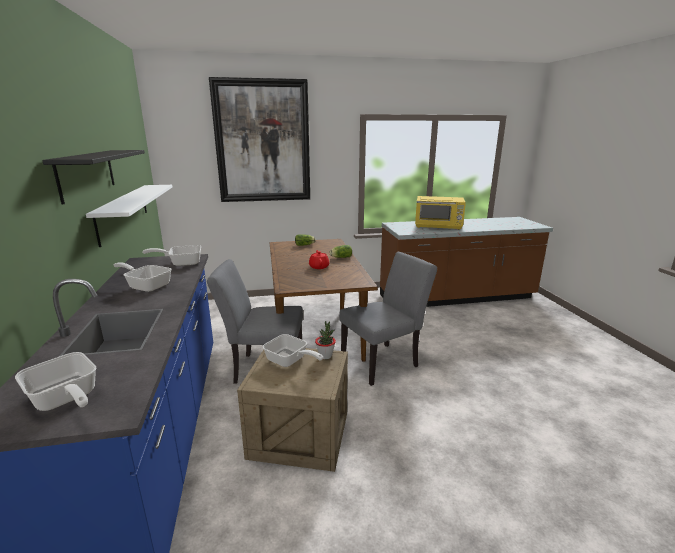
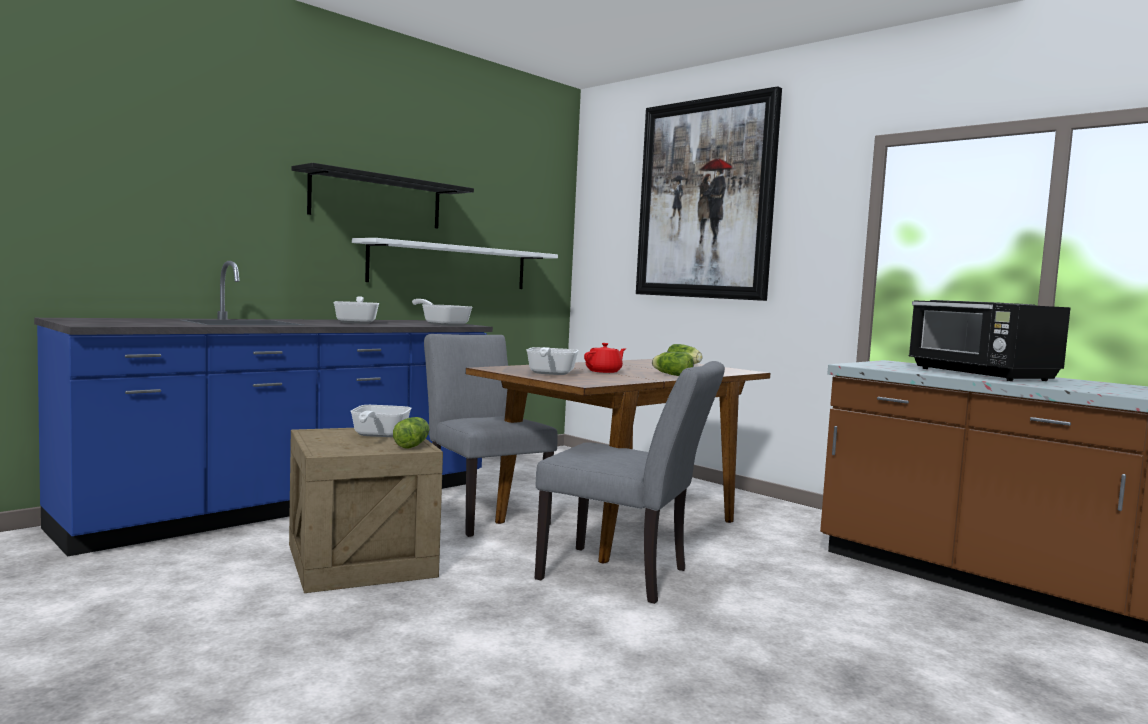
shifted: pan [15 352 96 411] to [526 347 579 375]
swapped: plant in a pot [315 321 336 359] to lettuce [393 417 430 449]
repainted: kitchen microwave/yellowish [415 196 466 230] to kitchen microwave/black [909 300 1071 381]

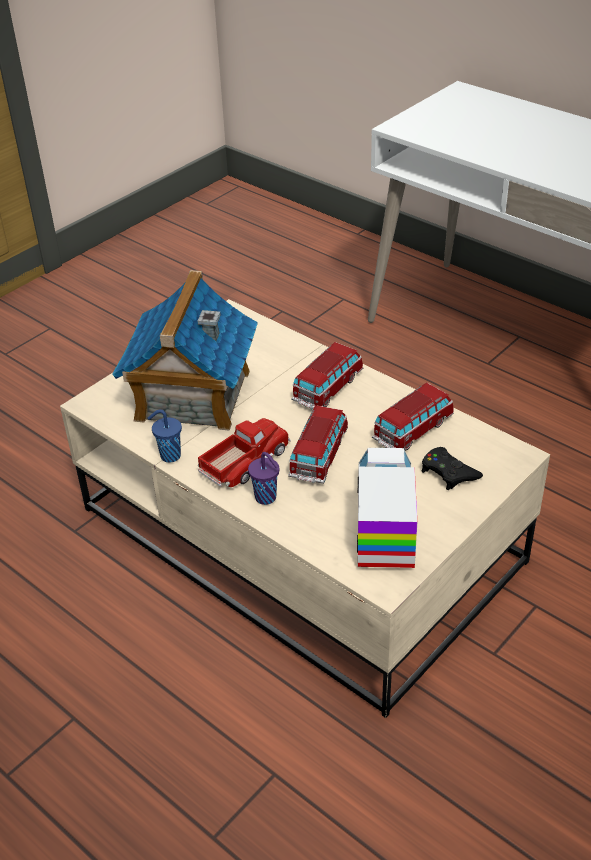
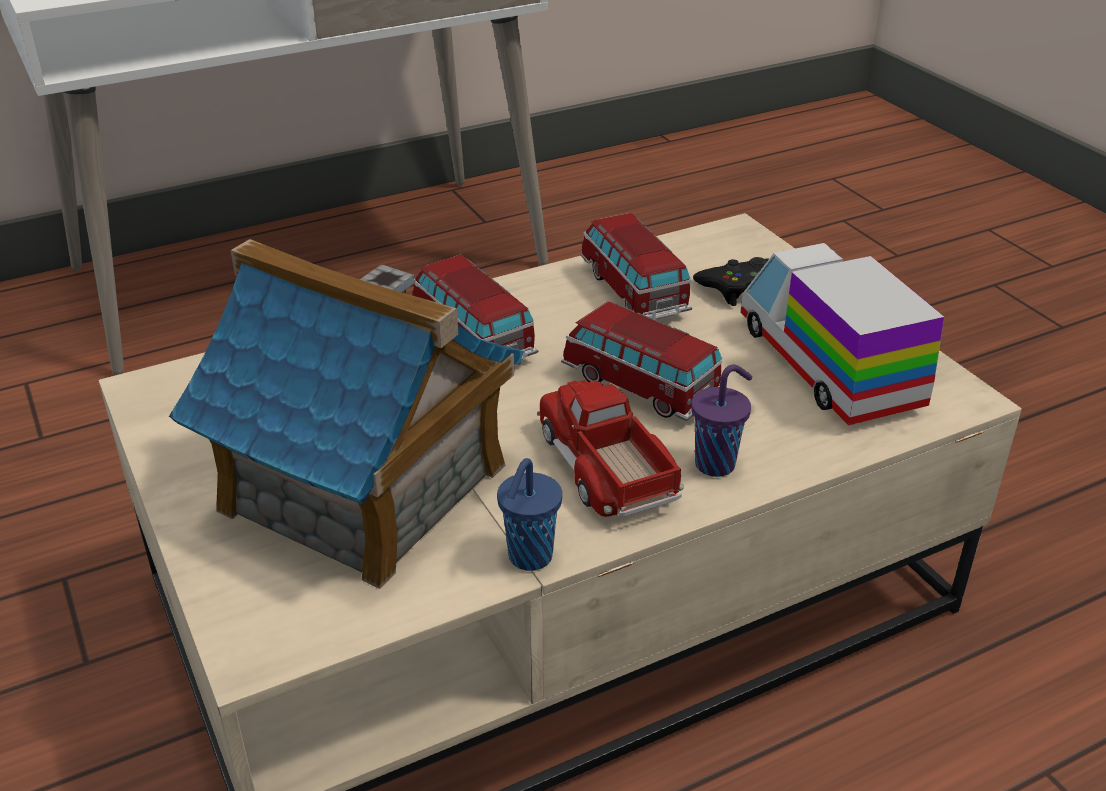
rotated: toy truck [357 448 417 568] = [741 243 944 426] 45 degrees clockwise

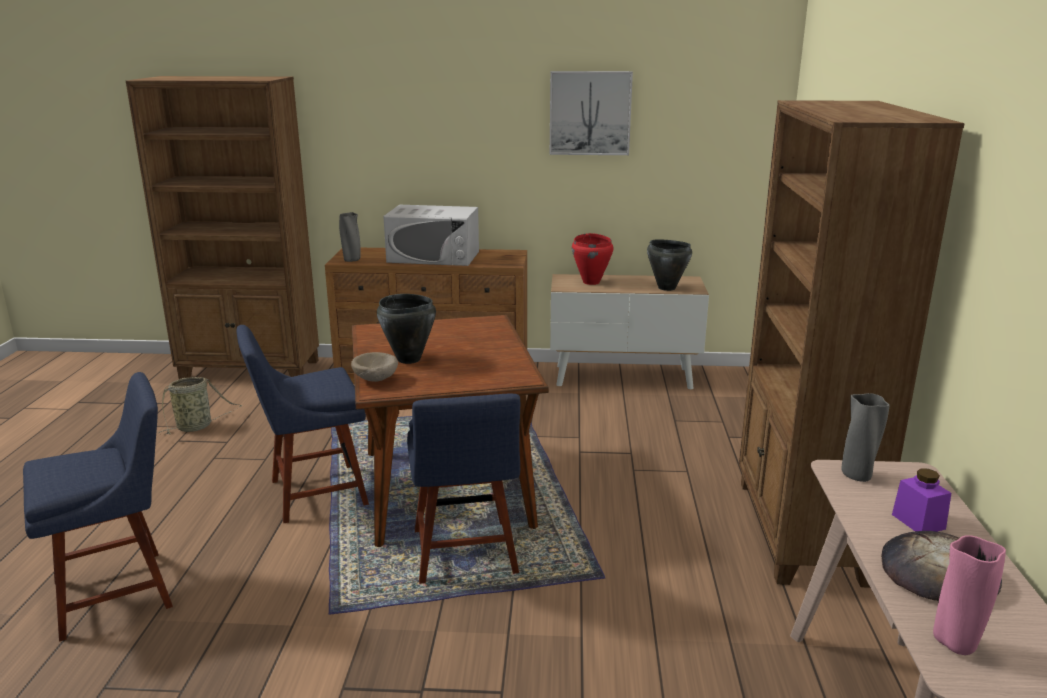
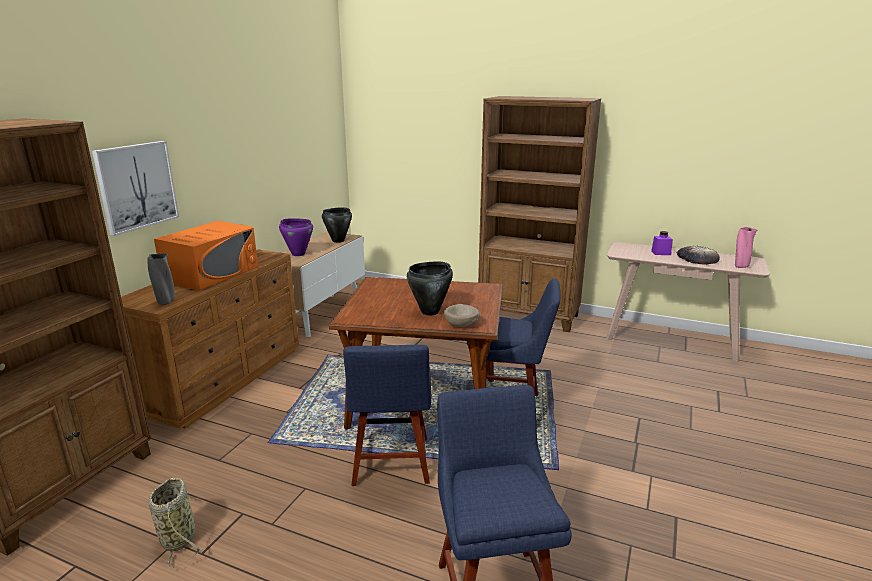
gone: flower vase/gray [841 393 889 482]
shifted: wall art [550 71 633 155] to [92 141 179 236]
repainted: kitchen microwave/whitish [383 205 479 266] to kitchen microwave/orangey [154 221 258 291]; saucepot/red-coloured [572 233 614 285] to saucepot/purple [279 218 313 256]

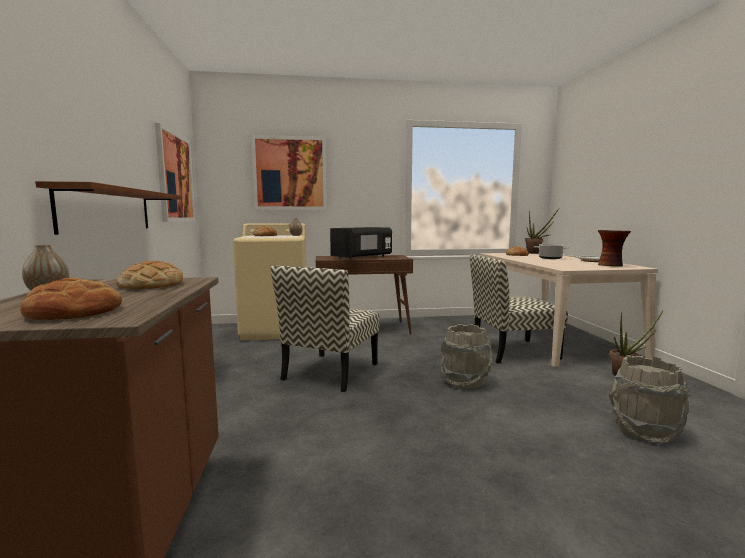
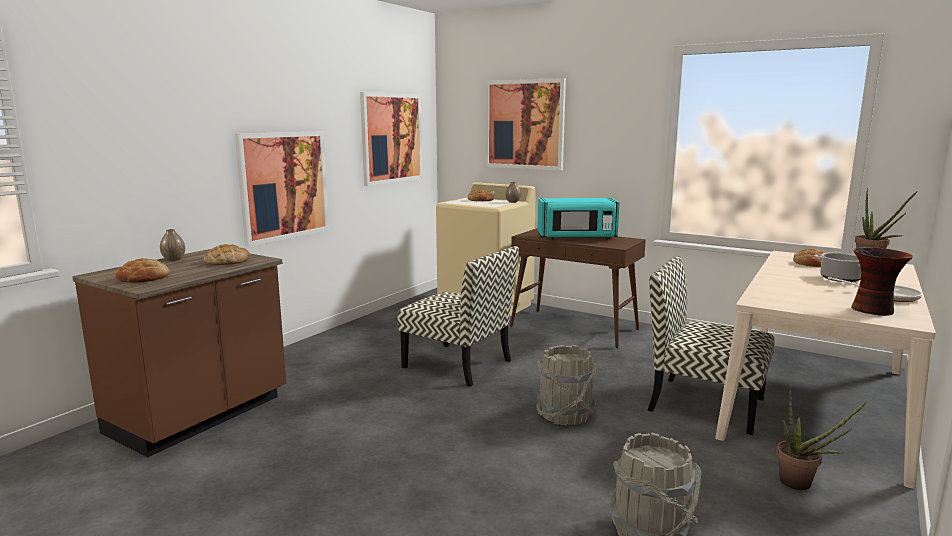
swapped: shelf/brown [35 181 182 235] to wall art [235 131 329 247]
repainted: kitchen microwave/black [330 227 392 260] to kitchen microwave/turquoise [538 198 620 240]
rotated: upright chair [270 266 380 392] = [398 246 519 387] 120 degrees counterclockwise

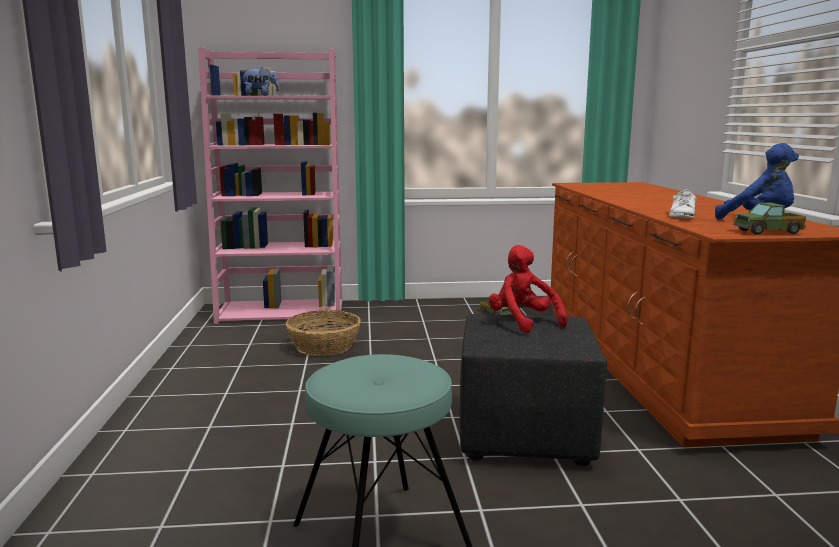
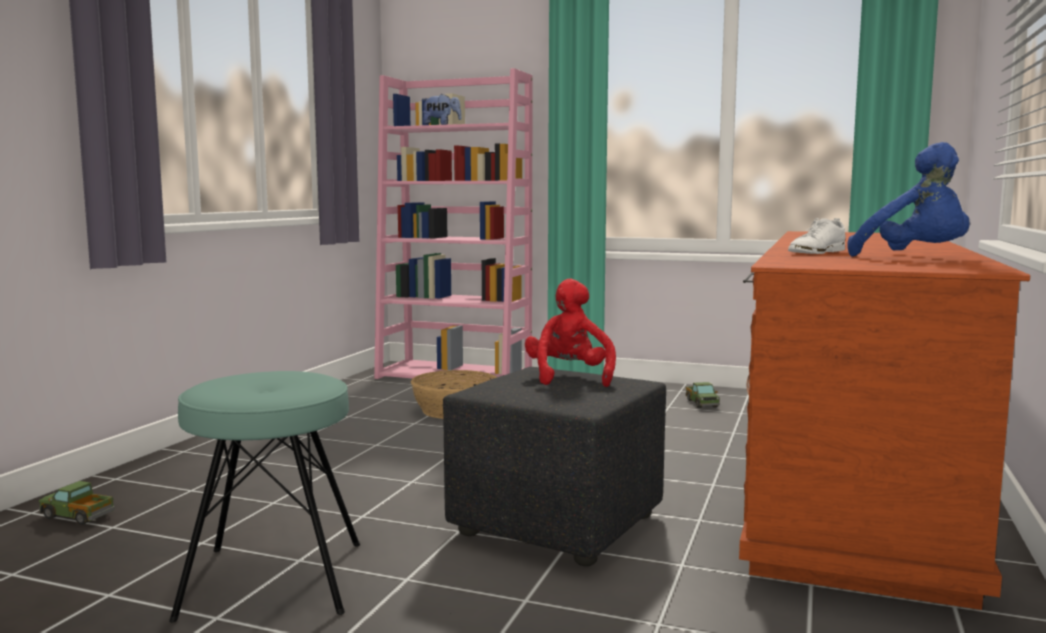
shifted: toy truck [734 203 806 235] to [39 481 115 525]

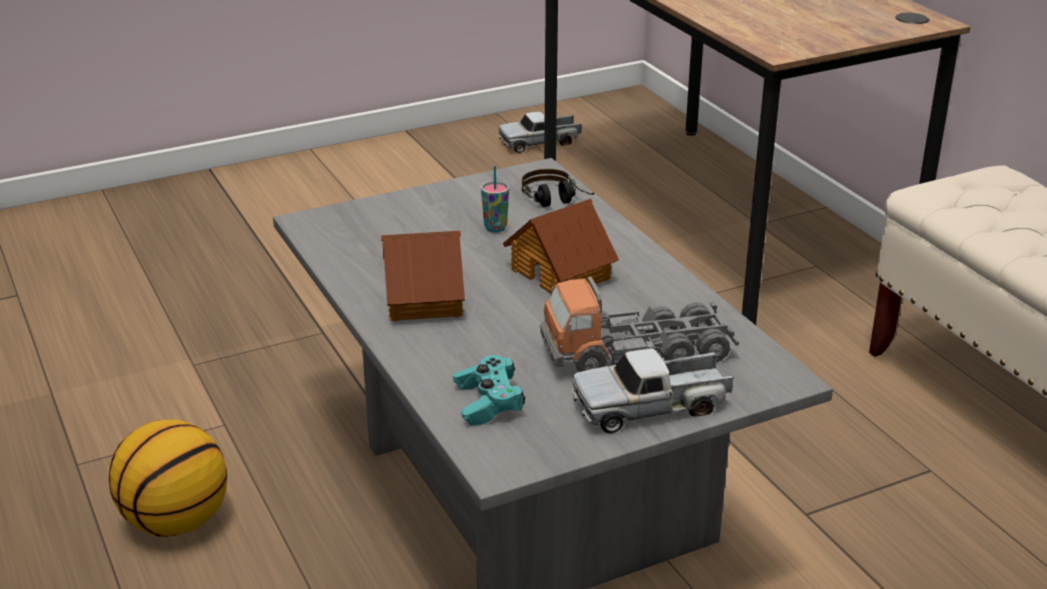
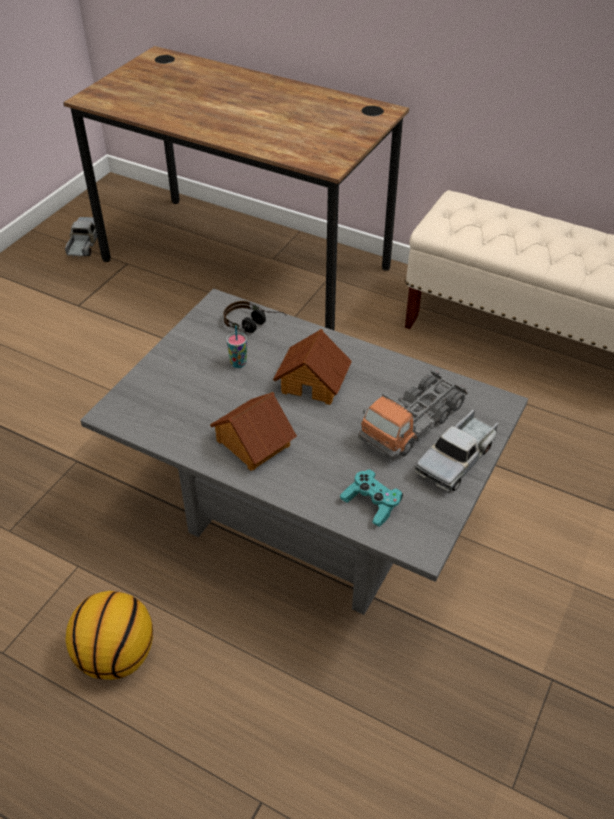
rotated: toy truck [498 112 582 153] = [65 217 97 259] 150 degrees clockwise

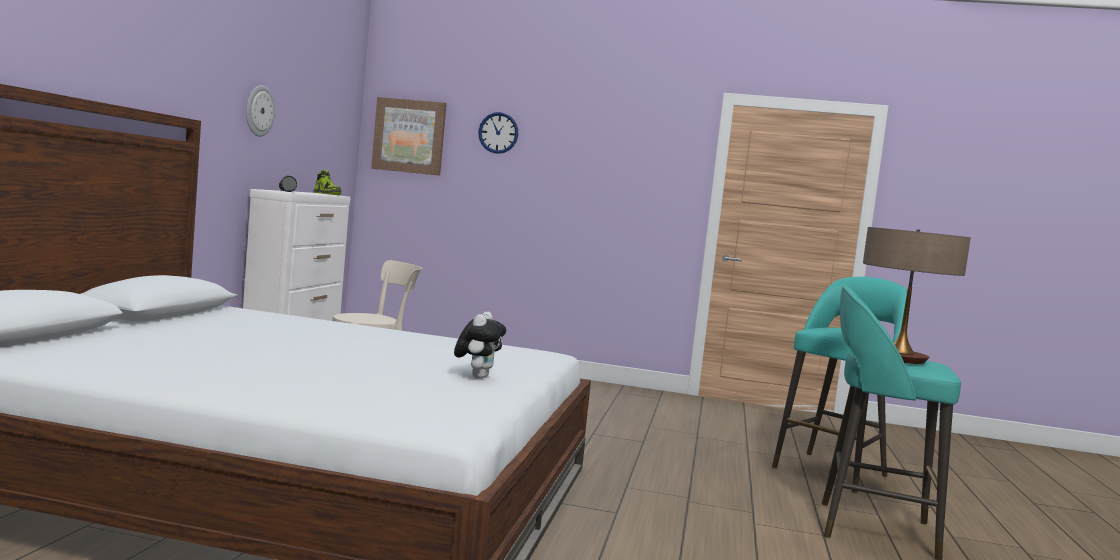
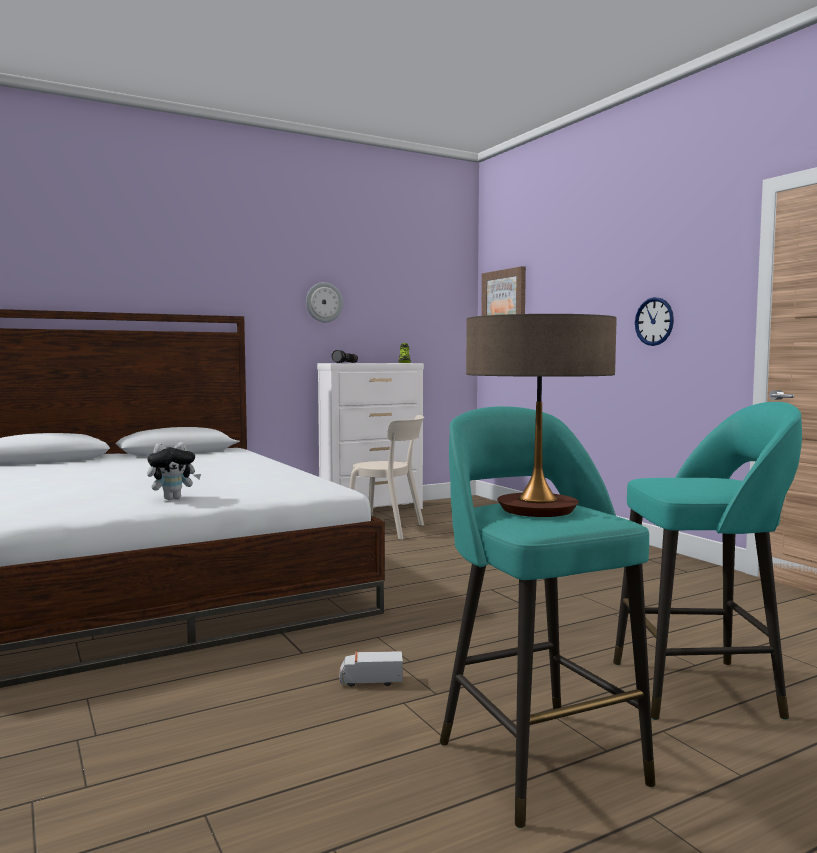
new: toy truck [339 651 403 687]
shifted: clock on the wall [478 112 518 154] to [635 297 674 346]

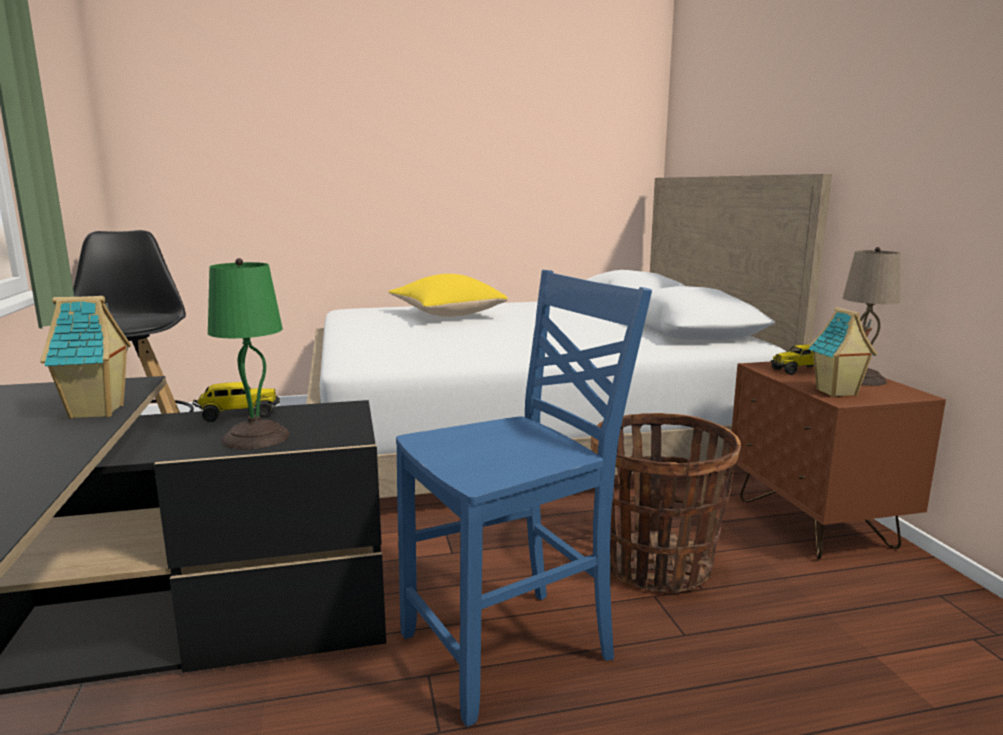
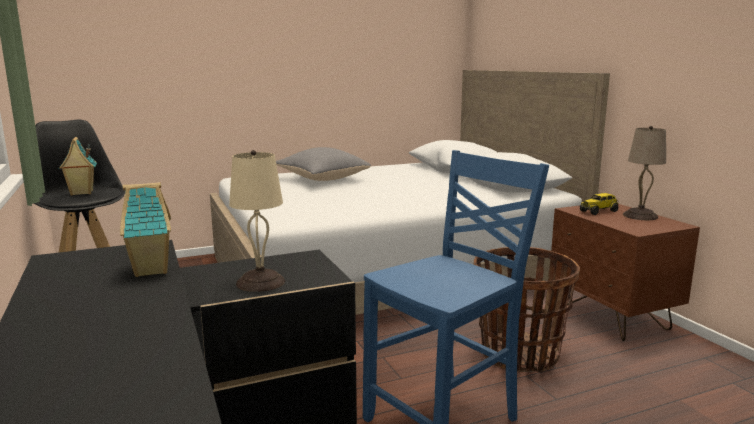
gone: toy truck [192 382 280 422]
shifted: toy house [809 307 877 397] to [59 137 97 196]
repainted: tabletop lamp/green [208 258 290 449] to tabletop lamp/sand-coloured [229 150 285 292]; throw pillow/yellowish [389 274 508 317] to throw pillow/gray [276 147 371 181]

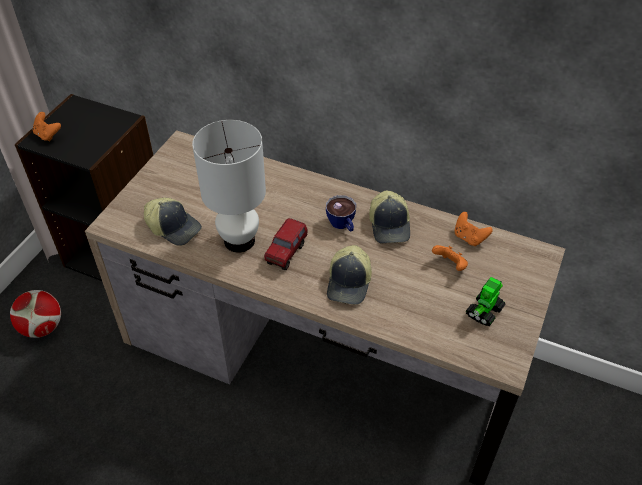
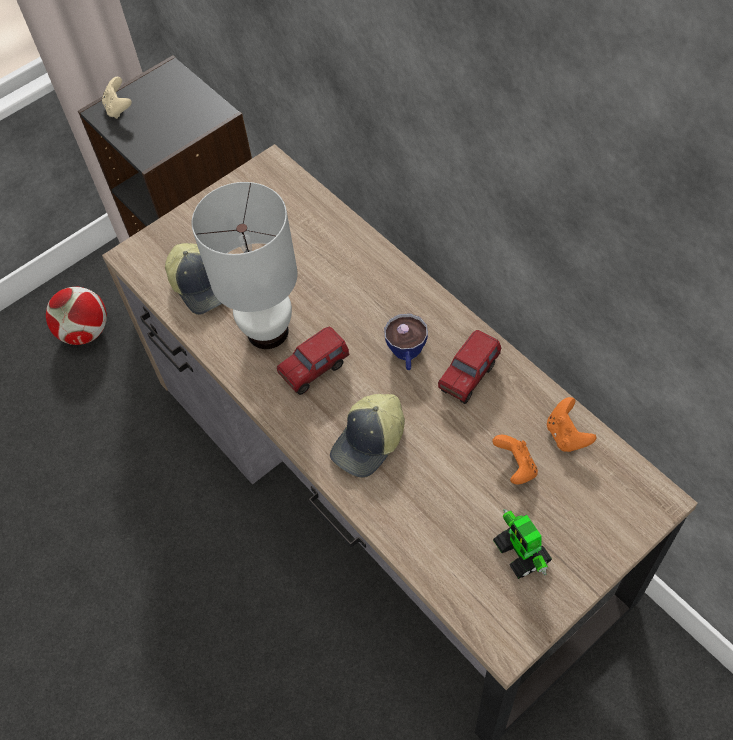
swapped: peaked cap [369 190 410 243] to toy truck [438 330 501 404]
repainted: gamepad/orangey [33 112 61 142] to gamepad/sand-coloured [102 77 132 119]
rotated: robot figure [466 277 506 326] = [493 509 552 579] 90 degrees counterclockwise

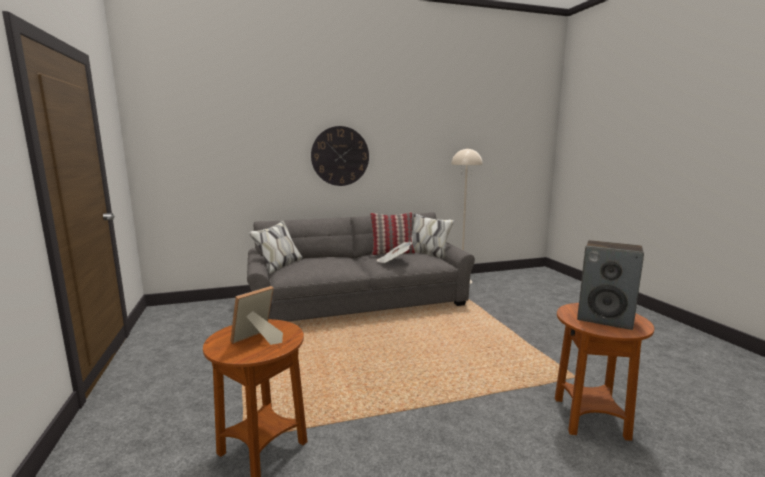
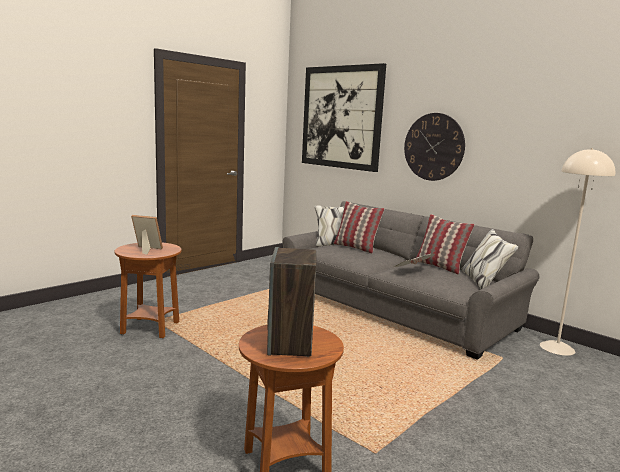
new: wall art [302 63 386 172]; throw pillow [333 201 384 254]

